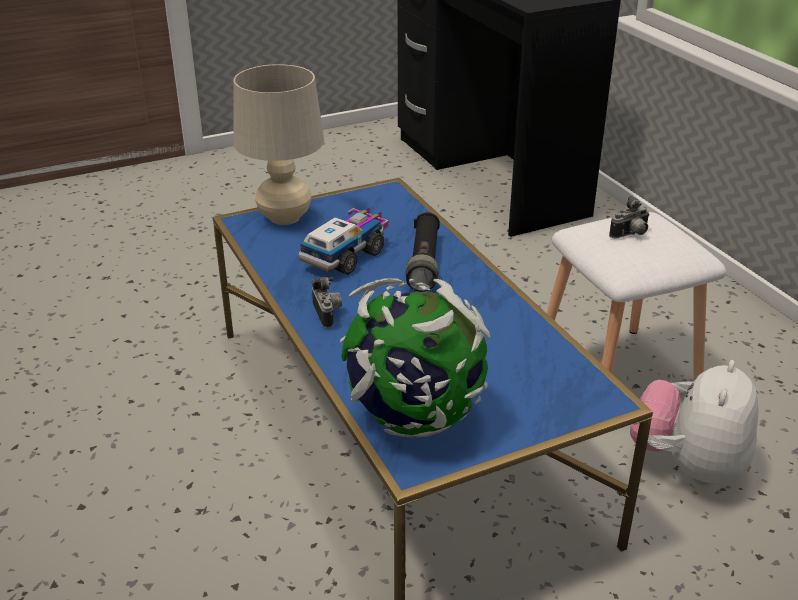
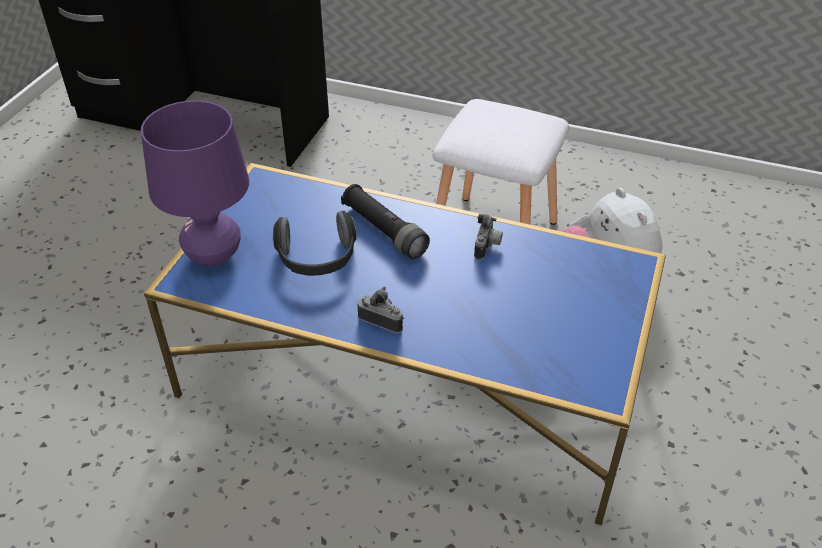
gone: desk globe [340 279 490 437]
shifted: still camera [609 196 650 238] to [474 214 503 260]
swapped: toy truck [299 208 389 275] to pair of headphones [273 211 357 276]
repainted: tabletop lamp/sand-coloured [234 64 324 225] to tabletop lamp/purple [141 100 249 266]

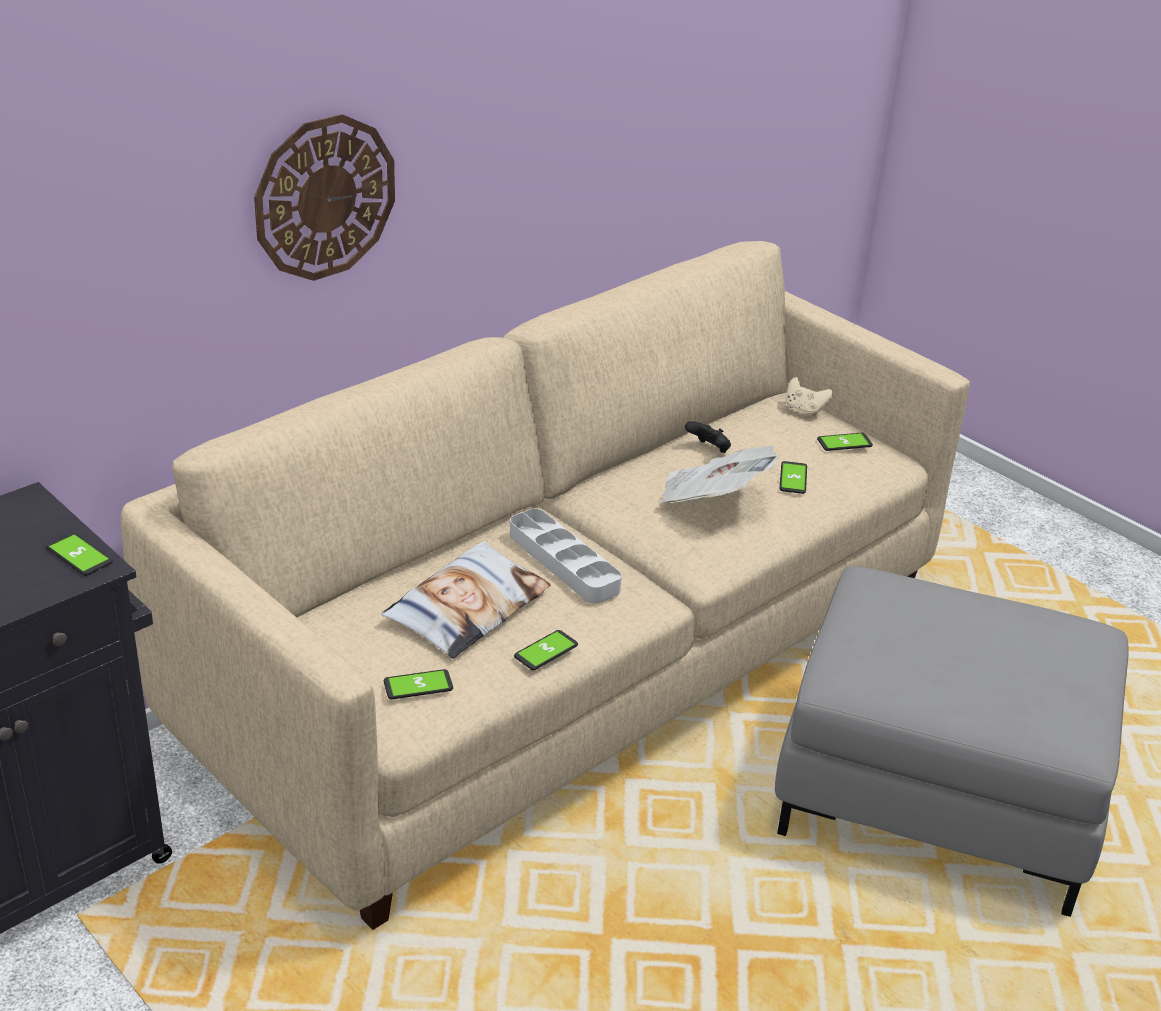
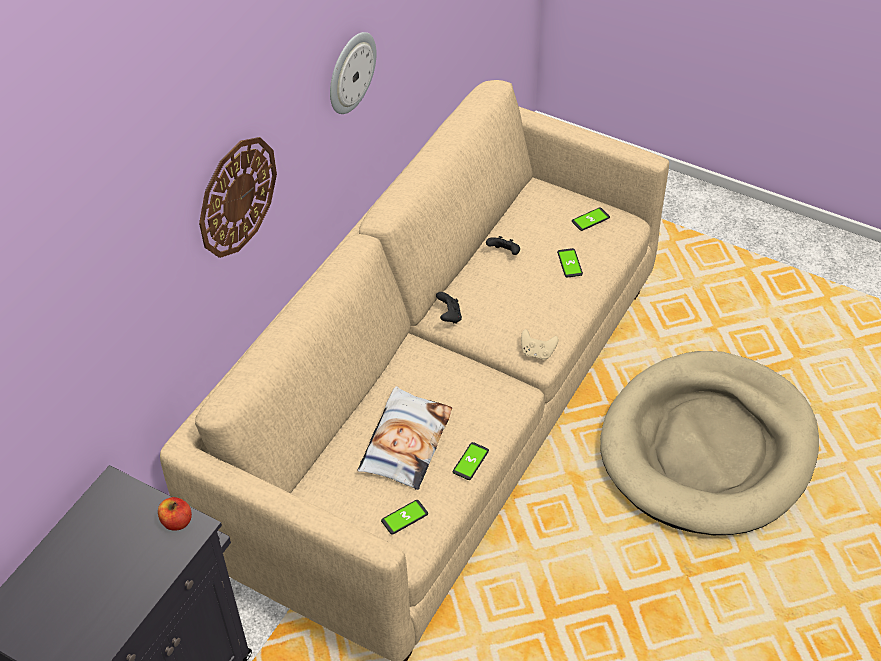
gone: carrying tray/gray [510 509 622 604]; newspaper [659 446 778 503]
new: clock on the wall [330 32 377 114]; gamepad/black [436 292 462 324]
shifted: gamepad/sand-coloured [786 377 833 417] to [521 329 559 360]
swapped: telephone [46 533 113 576] to apple fruit [158 497 192 531]; pouffe/gray [775 566 1128 917] to dog cushion/sand-coloured [600 351 819 535]

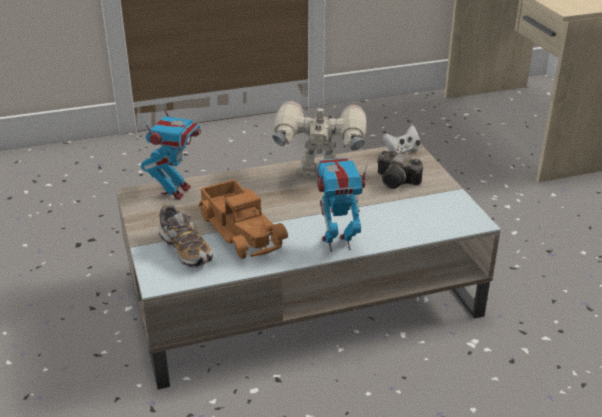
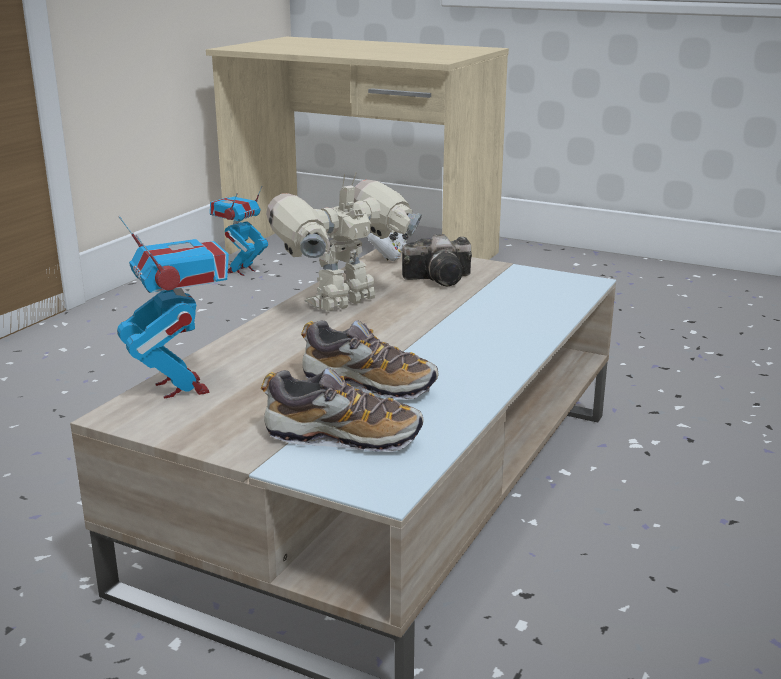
shifted: robot figure [316 158 367 252] to [210 186 268 276]
swapped: toy truck [198 179 288 259] to low shoe [301 320 438 400]

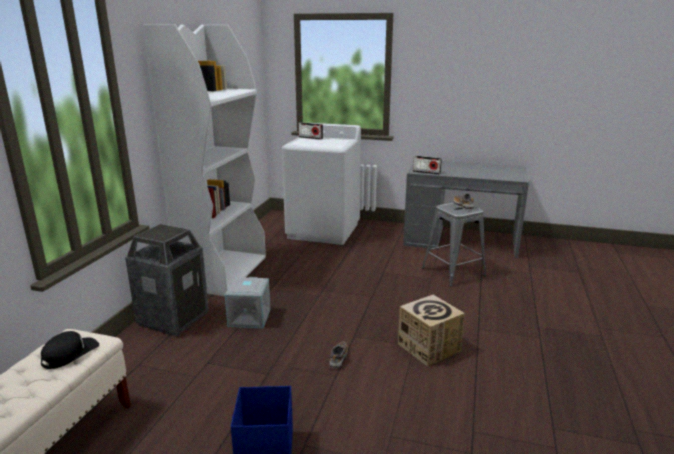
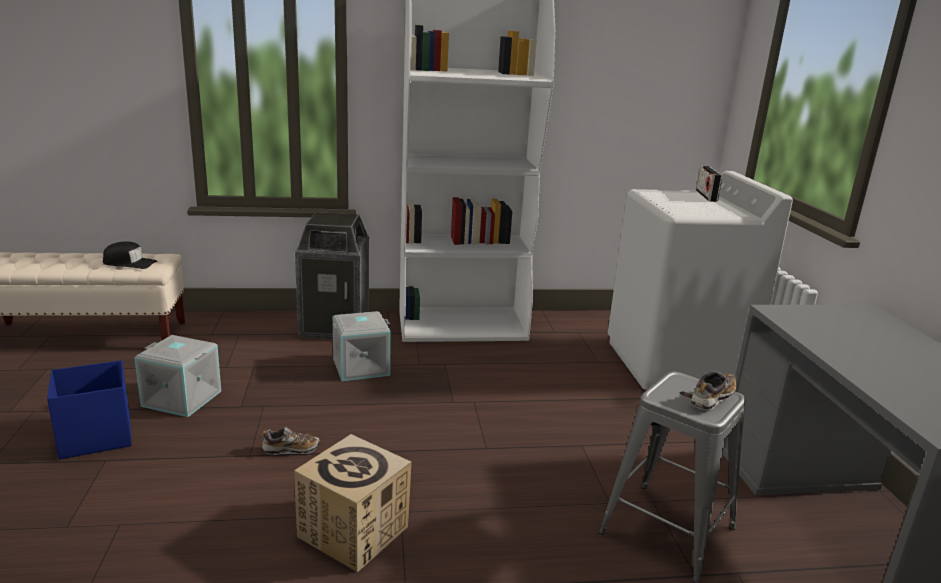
gone: radio set [413 156 442 175]
new: storage box/gray [134 335 221 417]

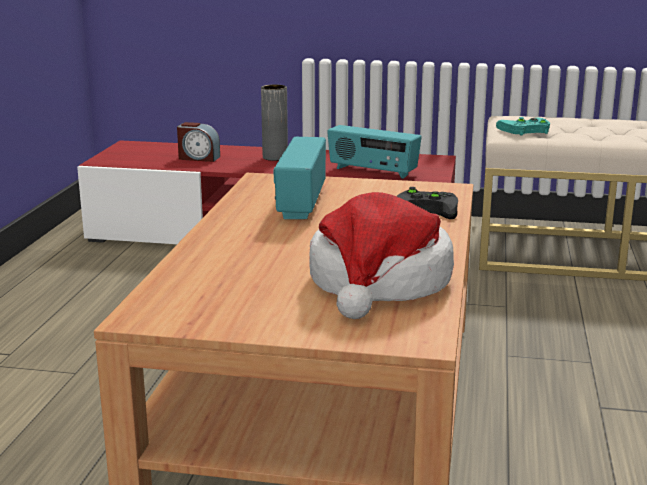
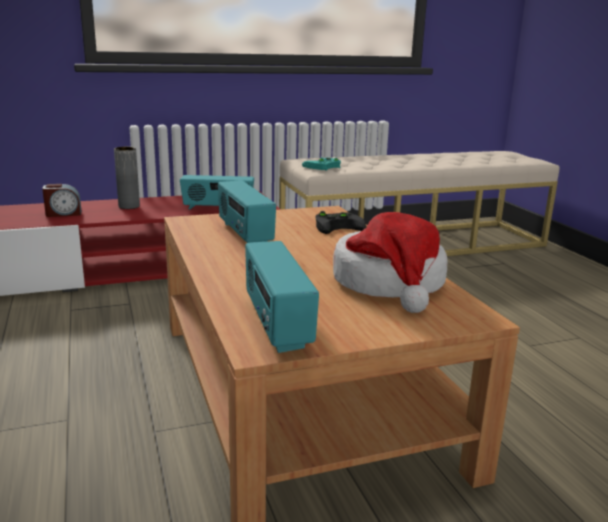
new: radio set [245 241 319 353]

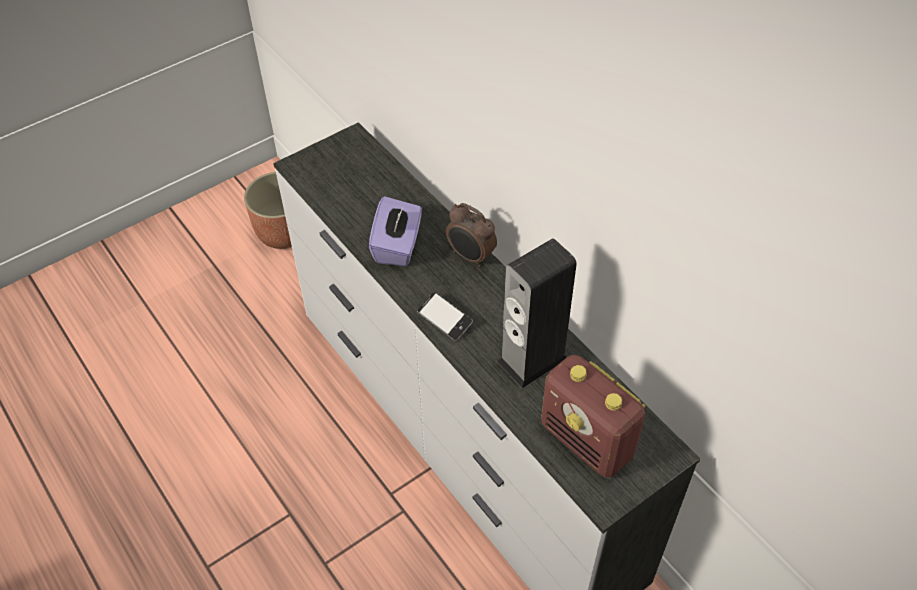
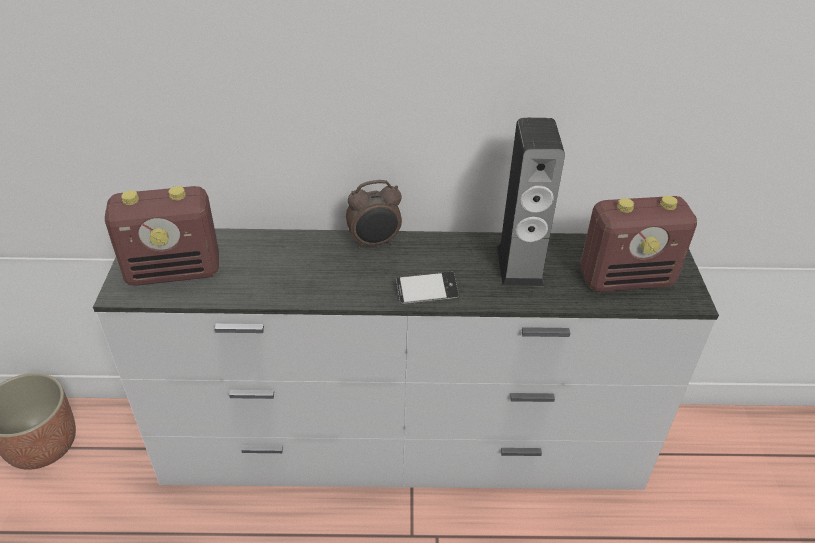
gone: box of tissues/purple [369 196 422 266]
new: radio set [105 186 219 286]

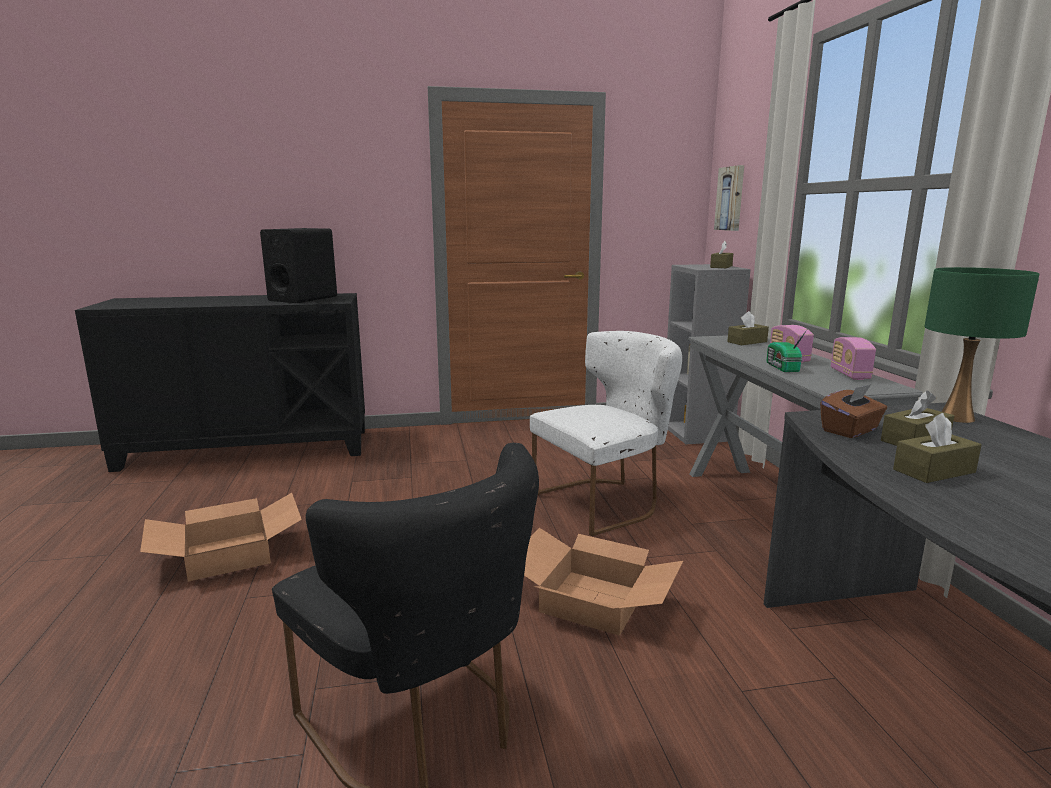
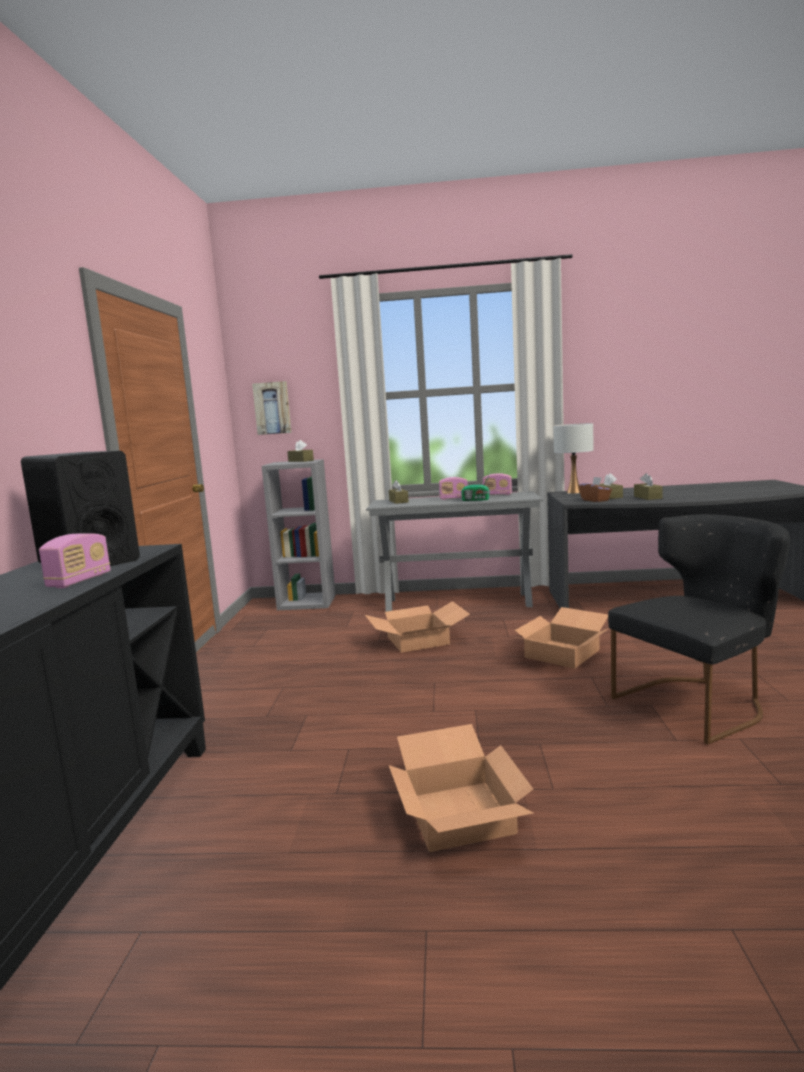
new: radio set [39 533 111 588]
swapped: upright chair/whitish [530 331 682 536] to cardboard box [365 601 470 653]
repainted: tabletop lamp/green [925 267 1039 423] to tabletop lamp/whitish [553 423 593 494]

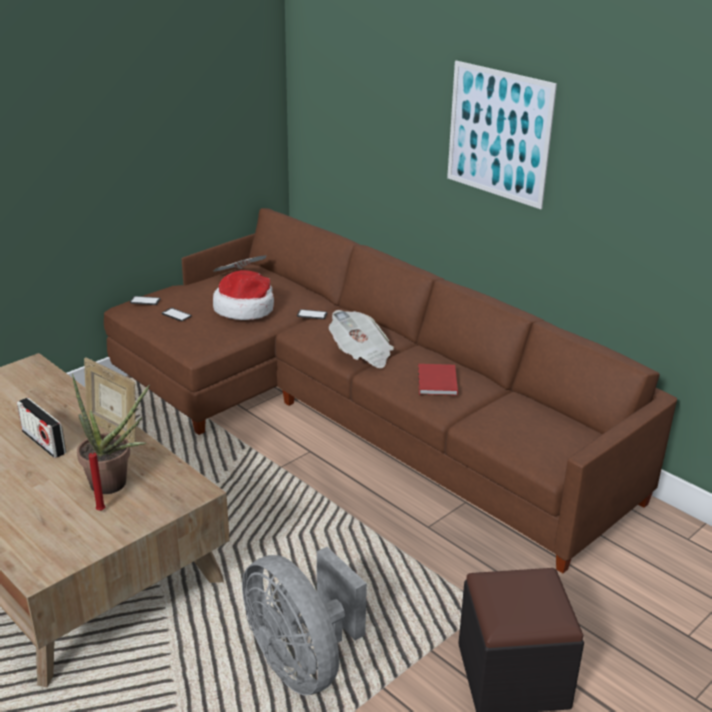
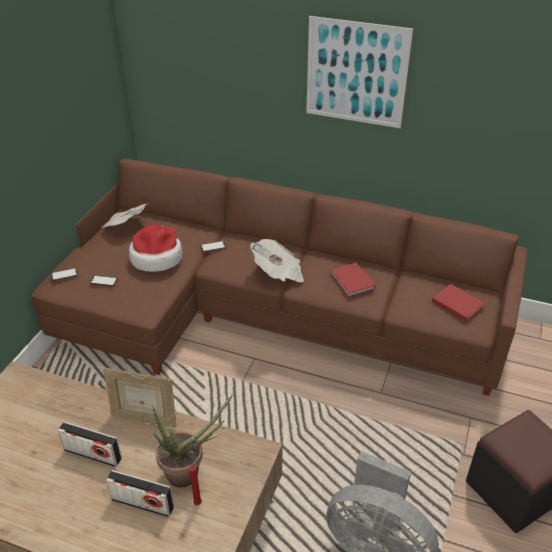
new: radio set [106 470 174 517]; volume/red-coloured [432 284 485 322]

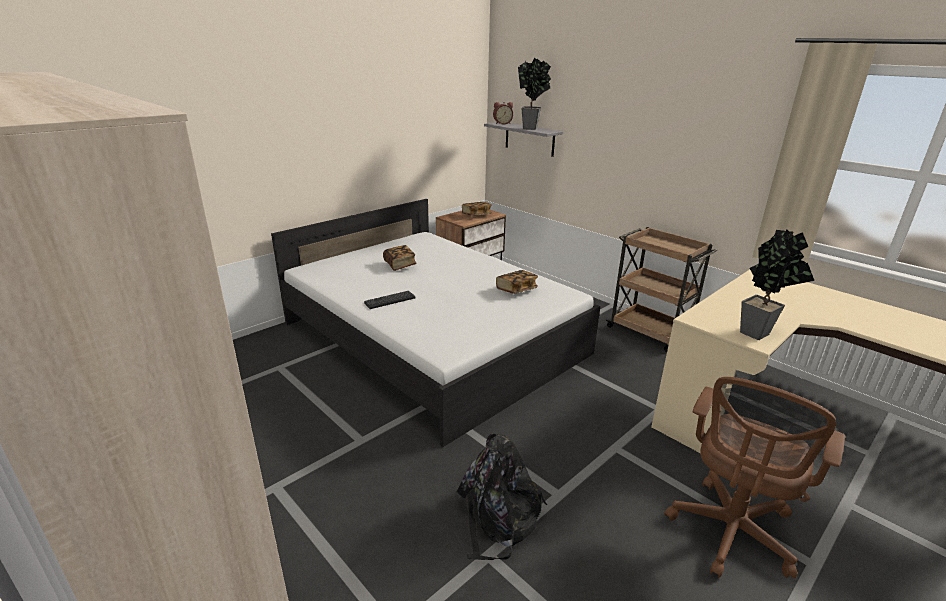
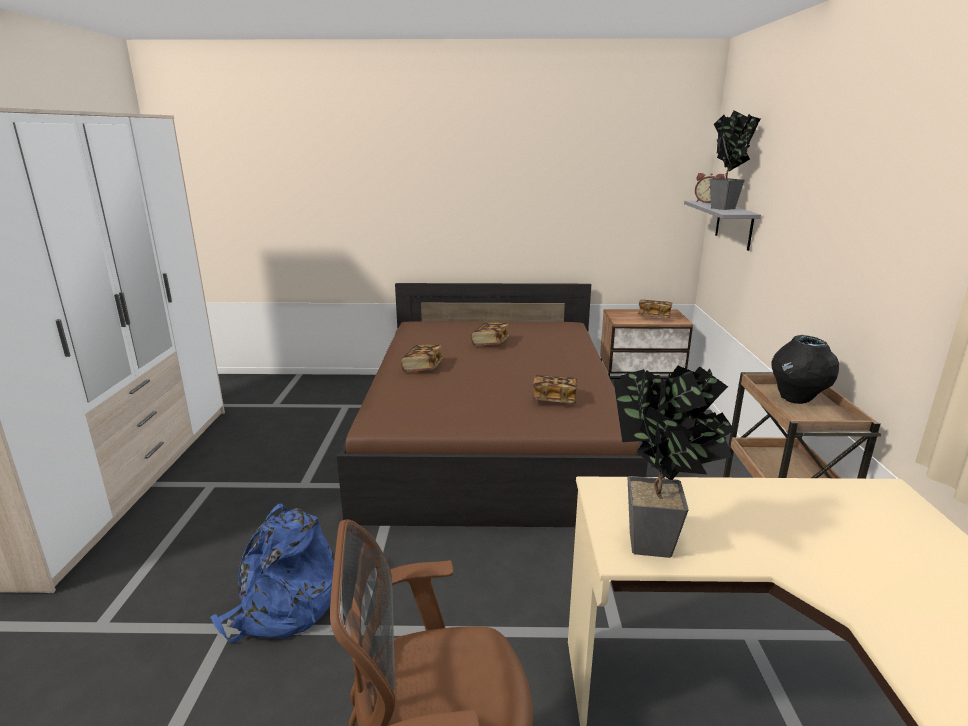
new: flower vase/black [771 335 839 404]
swapped: keyboard [364 291 415 309] to volume [401 345 443 372]
repainted: bedroom bed/whitish [271 199 600 447] to bedroom bed/brown [337 283 648 527]; backpack/black [456 433 547 560] to backpack/blue [210 504 334 643]

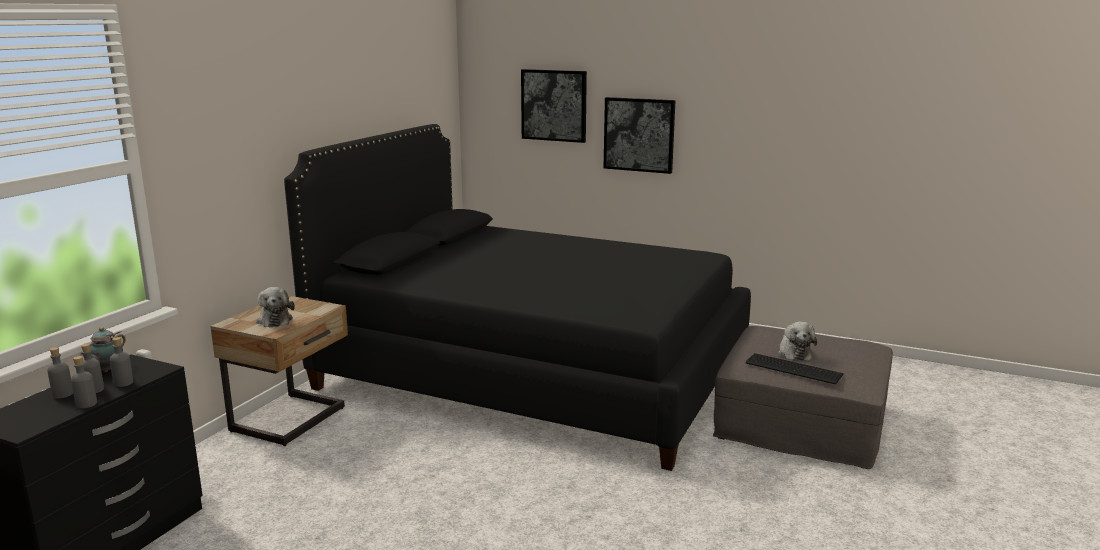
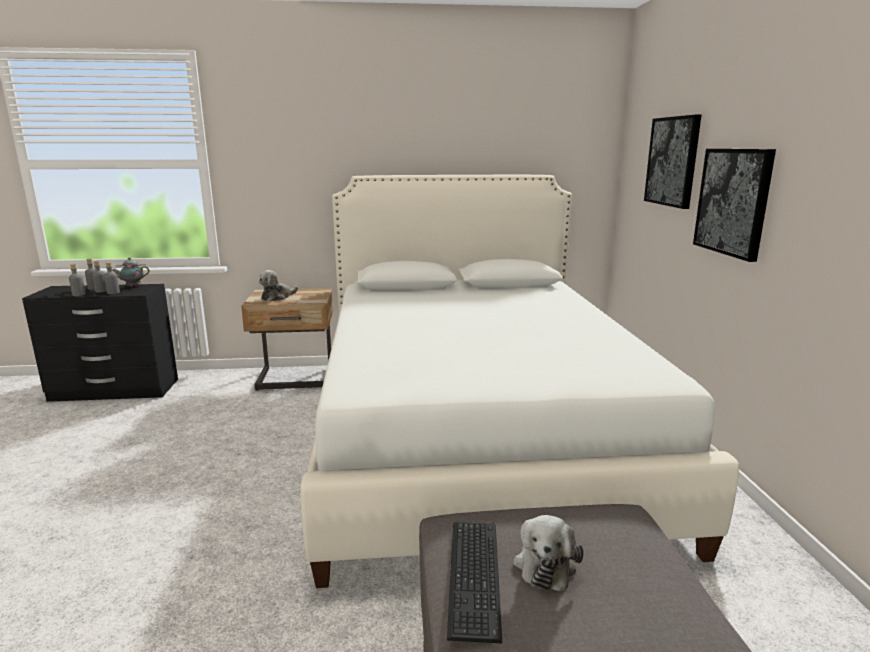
repainted: bedroom bed/black [284 124 751 471] to bedroom bed/whitish [300 175 739 588]
rotated: plush toy [778 321 817 361] = [513 515 584 591] 45 degrees counterclockwise

